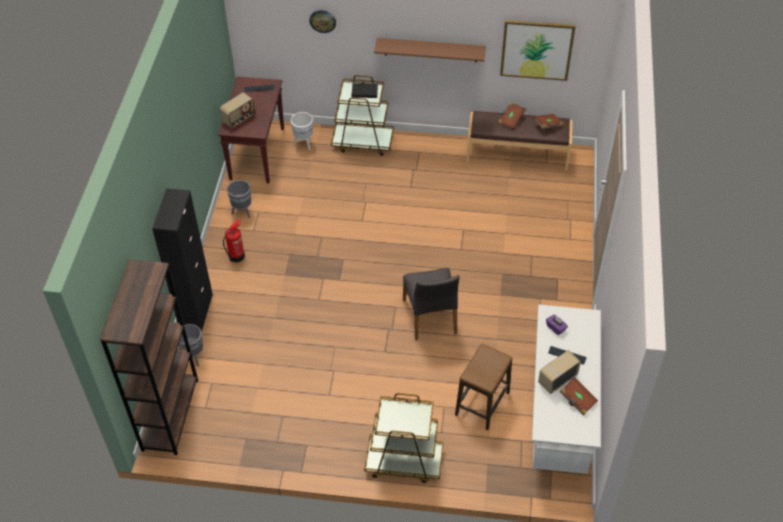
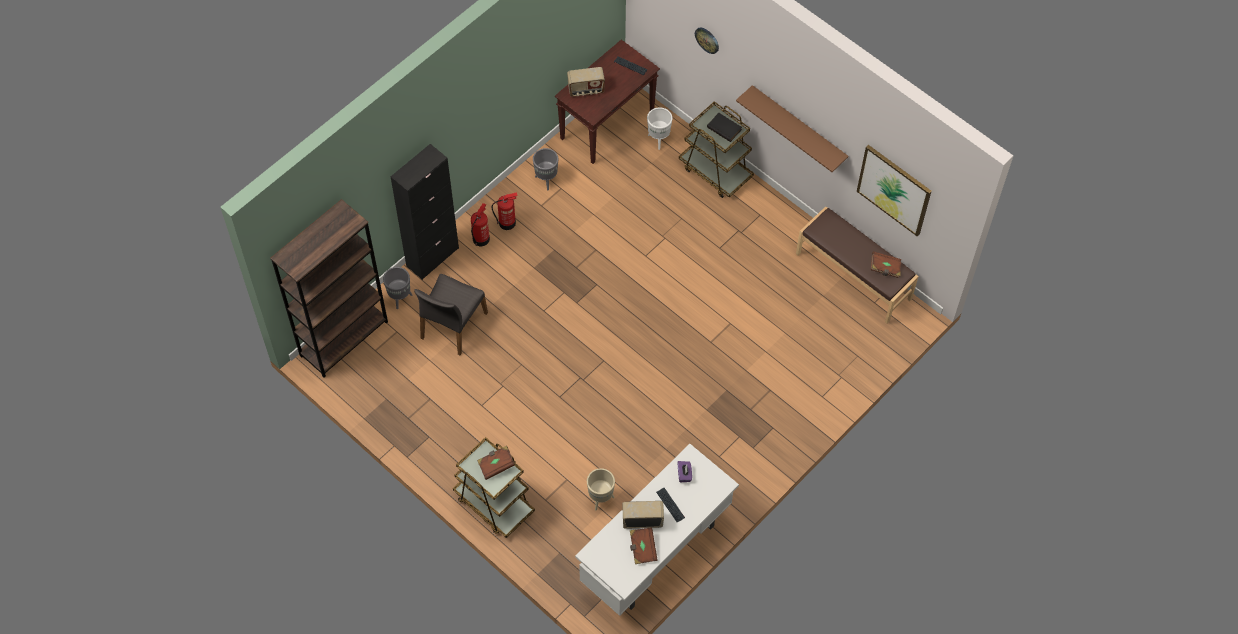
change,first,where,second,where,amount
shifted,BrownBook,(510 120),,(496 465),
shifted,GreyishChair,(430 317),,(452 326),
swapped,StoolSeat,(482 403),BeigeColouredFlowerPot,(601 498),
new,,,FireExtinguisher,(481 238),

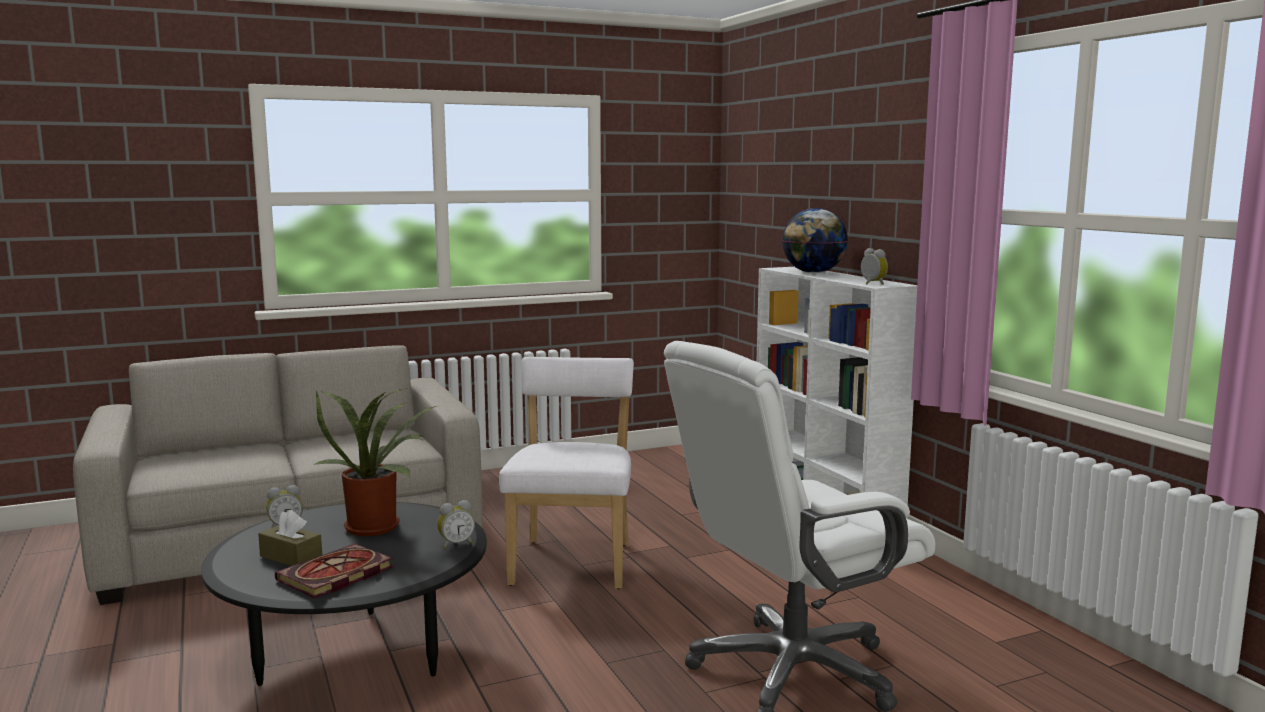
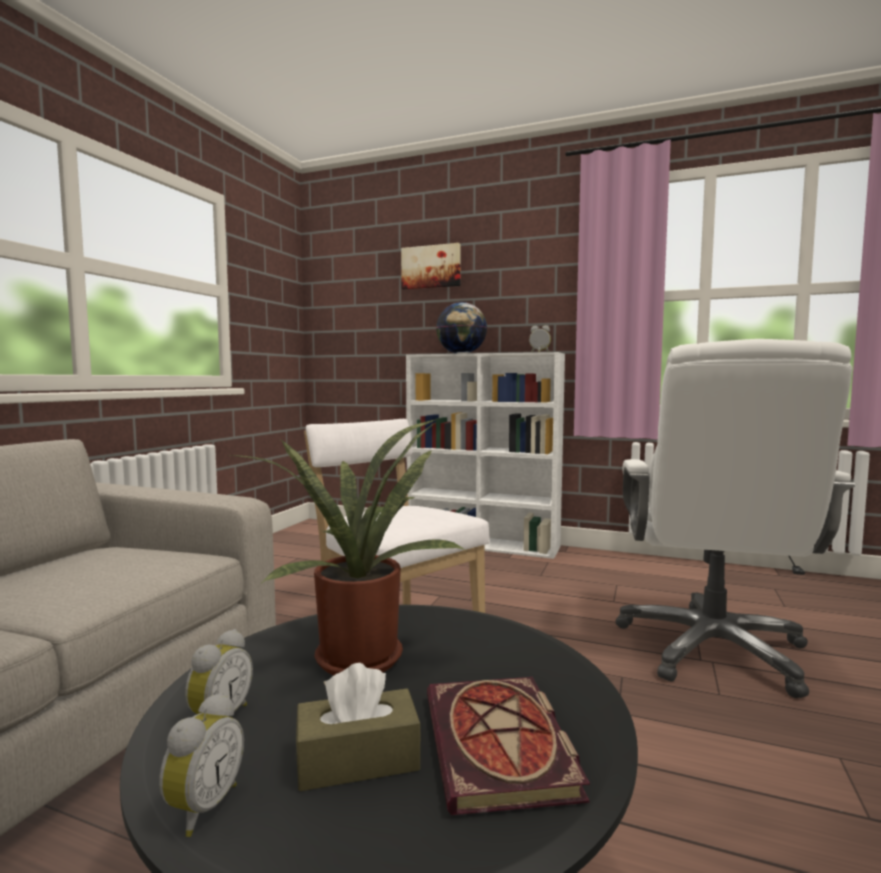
change,first,where,second,where,amount
shifted,TableClock,(456 544),,(201 807),
new,,,WallPicture,(431 267),

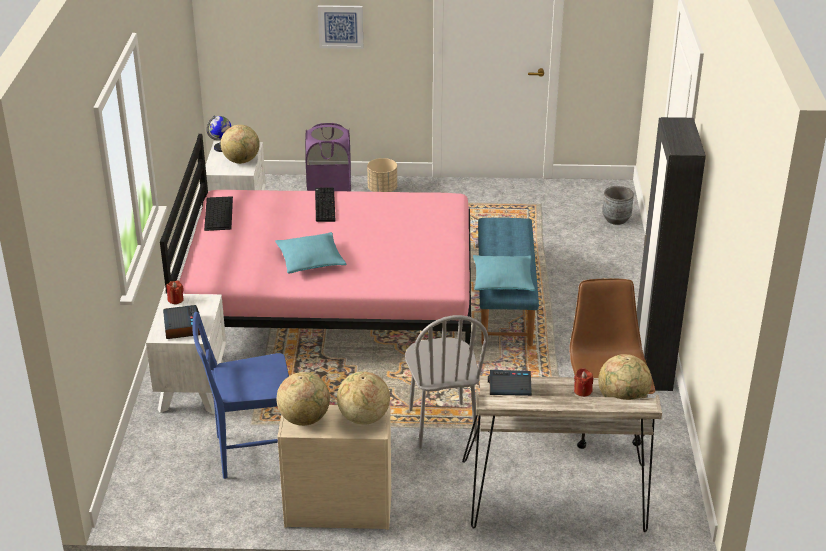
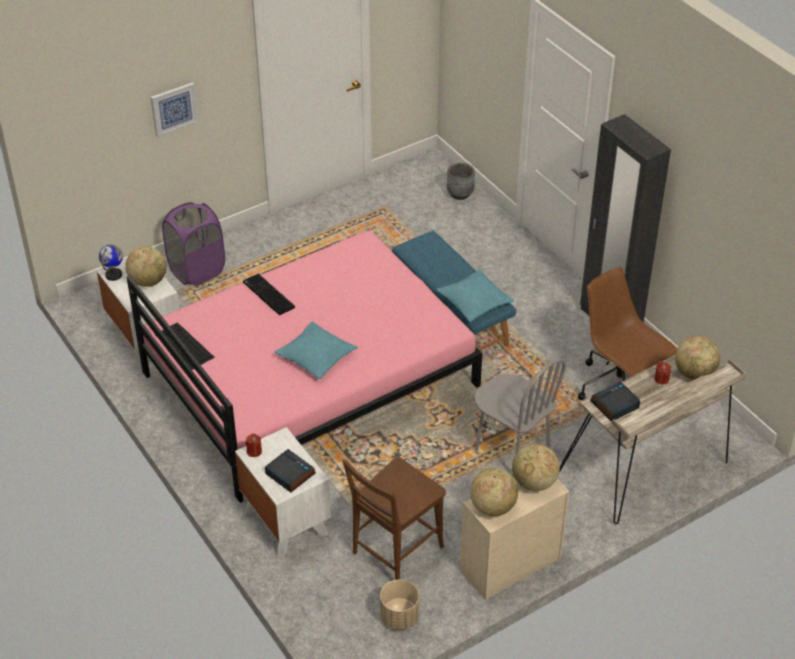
change,first,where,second,where,amount
shifted,BeigeColouredFlowerPot,(382 190),,(399 617),
repainted,BlueChair,(250 452),BrownChair,(394 552),

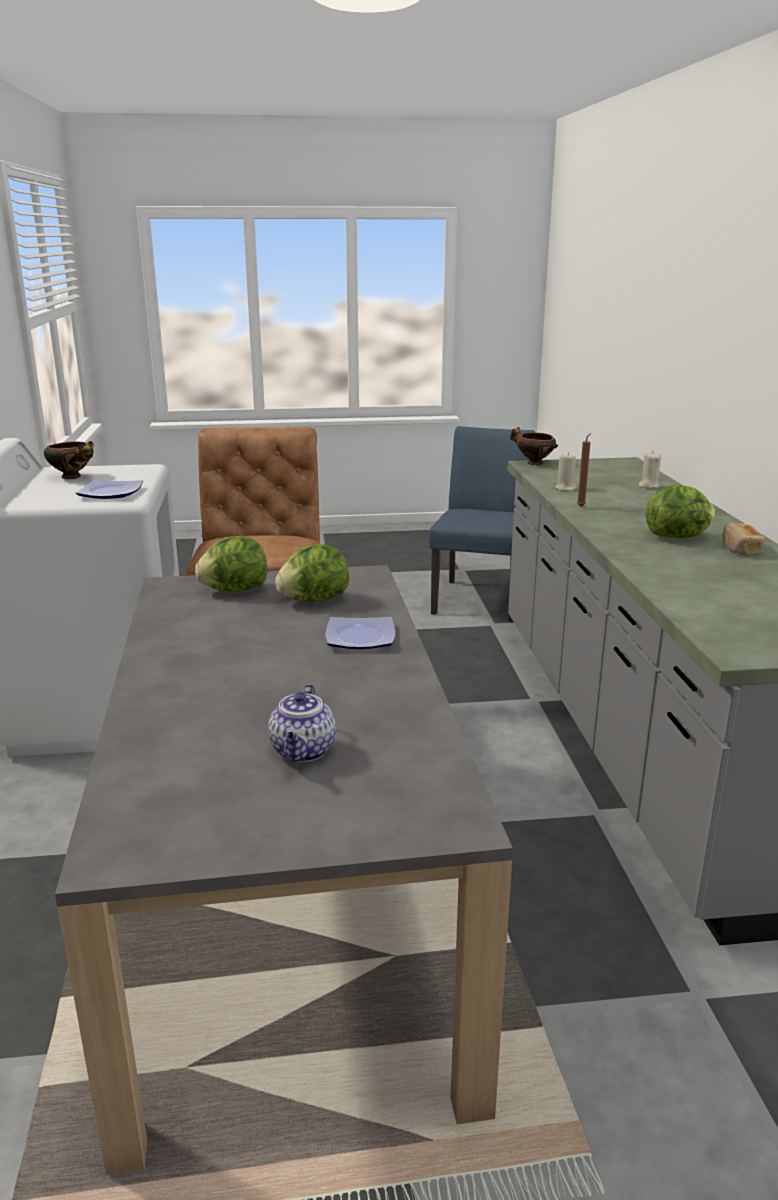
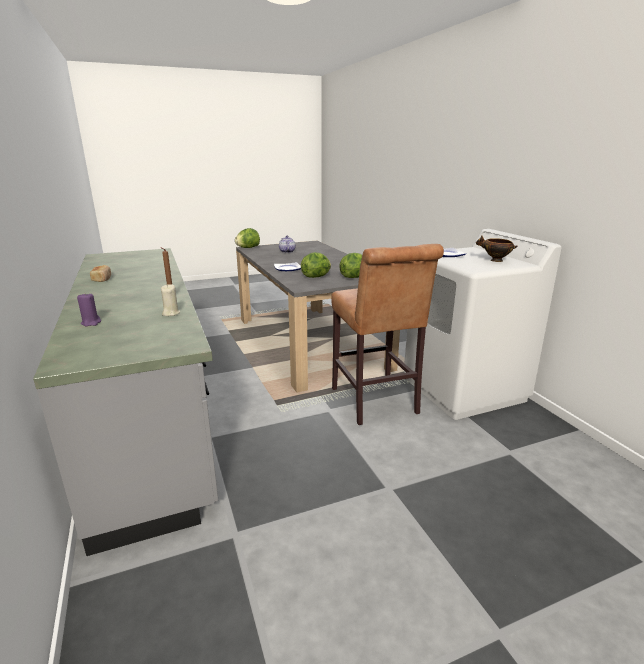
change,first,where,second,where,amount
gone,BlueChair,(481 597),,,
gone,DeepDish,(533 463),,,
repainted,BeigeColouredCandle,(648 486),PurplishCandle,(91 323),
shifted,HeadOfLettuce,(678 537),,(248 248),

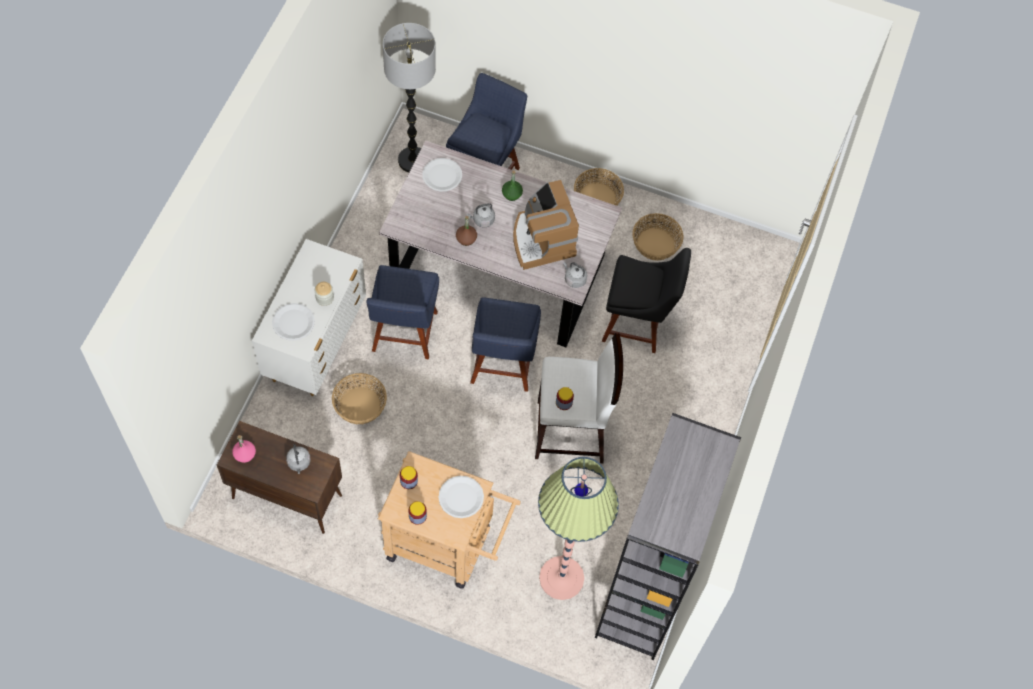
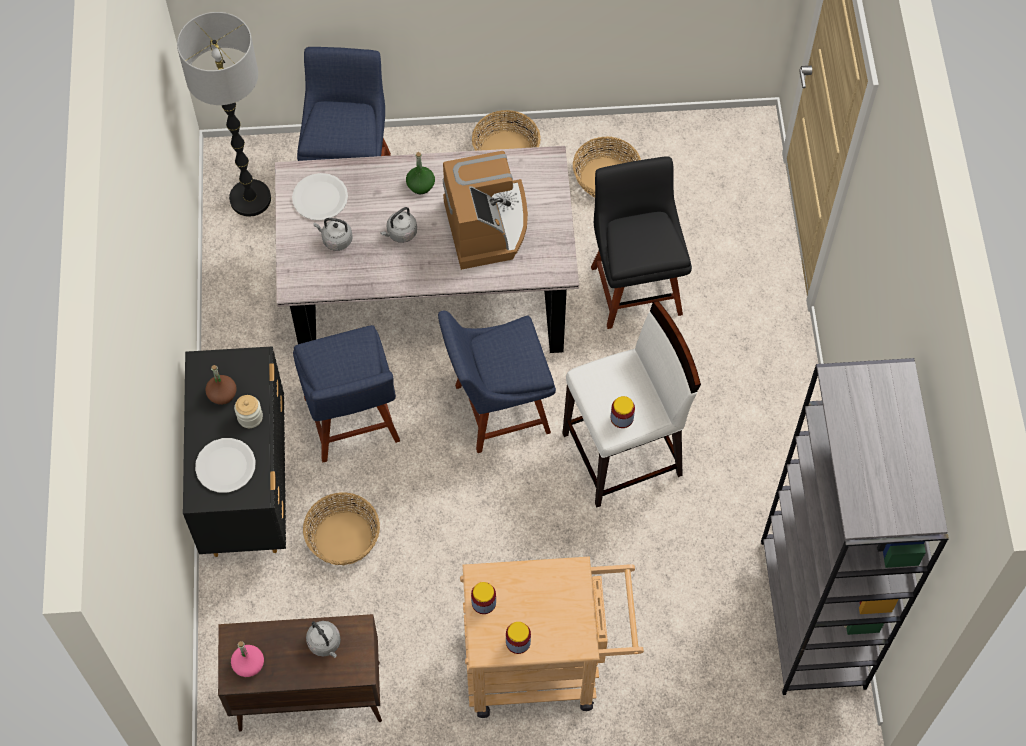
change,first,where,second,where,amount
rotated,CoffeeMachine,(541 239),,(487 226),150 degrees counterclockwise
shifted,BrownDrinkBottle,(466 239),,(222 394),
repainted,WhiteChestOfDrawers,(316 345),BlackColouredChestOfDrawers,(247 485),
rotated,BlackColouredChair,(637 324),,(635 285),90 degrees counterclockwise
shifted,GreyishKettle,(574 279),,(335 240),
rotated,BlueChair,(502 366),,(497 410),90 degrees clockwise
gone,StandardLamp,(561 578),,,
gone,WhiteFlatDish,(461 497),,,

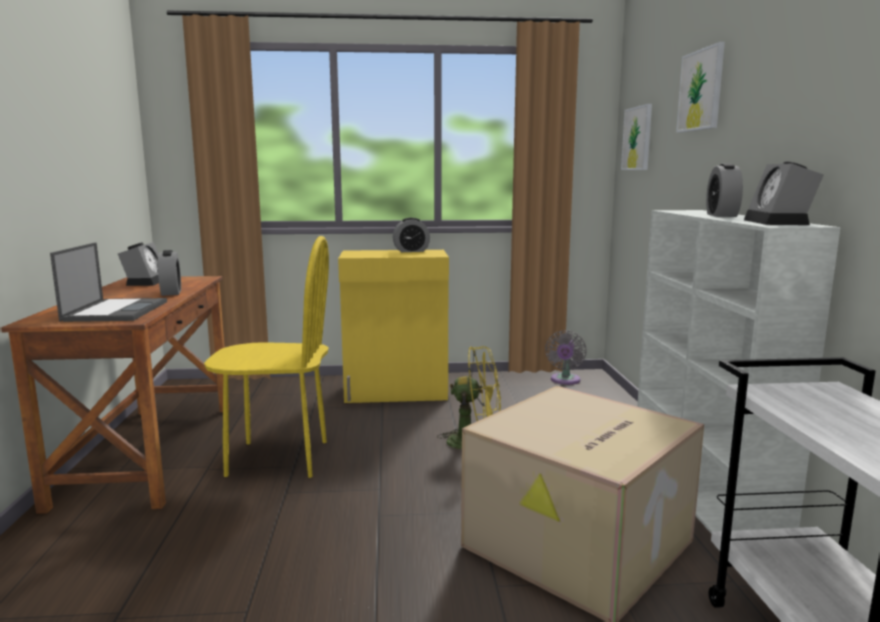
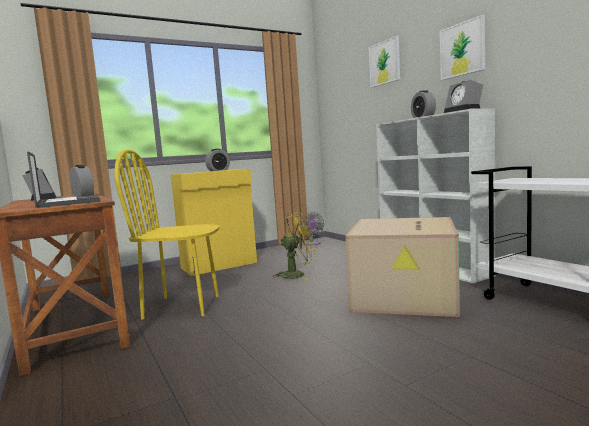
change,first,where,second,where,amount
shifted,WallPicture,(637 138),,(462 49),
rotated,YellowColouredChair,(278 458),,(182 306),150 degrees counterclockwise

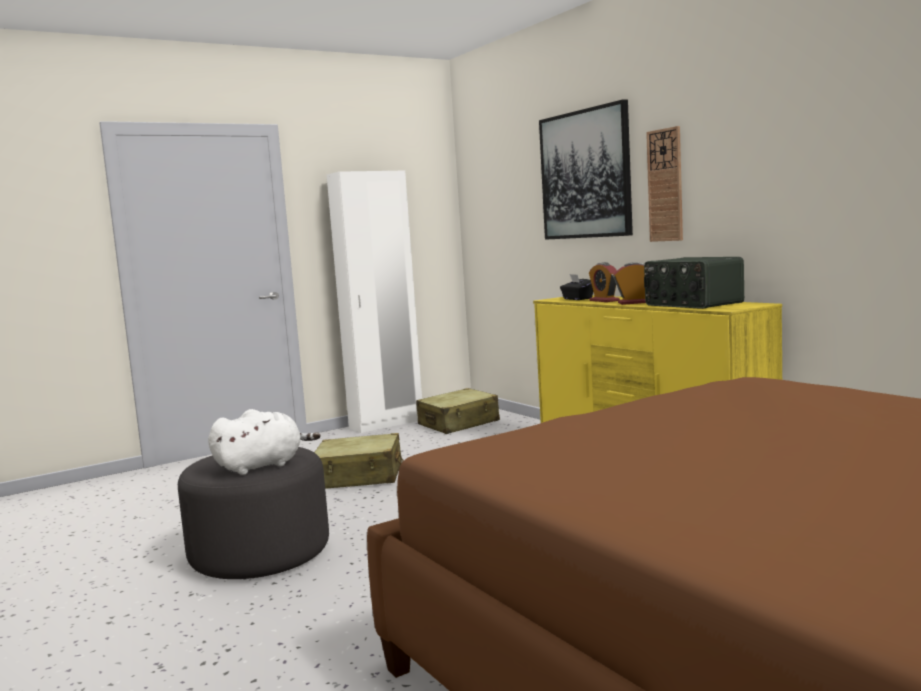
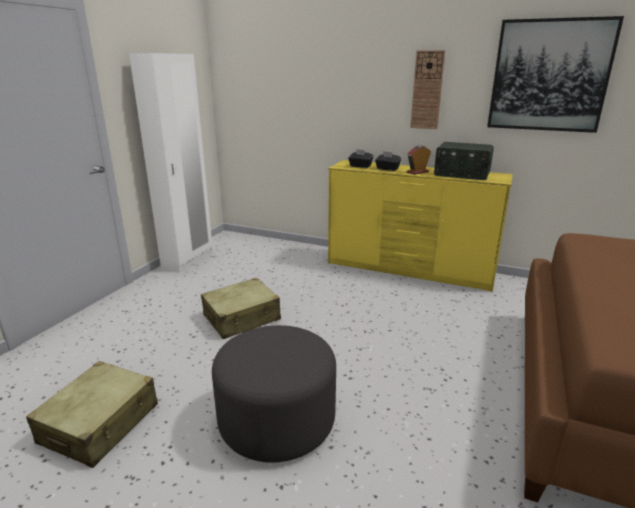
change,first,where,second,where,amount
shifted,WallPicture,(585 174),,(549 76),
swapped,TableClock,(604 300),BlackColouredTissueBox,(387 169),
shifted,BeigeColouredTravelCase,(459 423),,(100 424),
gone,WhiteCuddlyToy,(262 466),,,

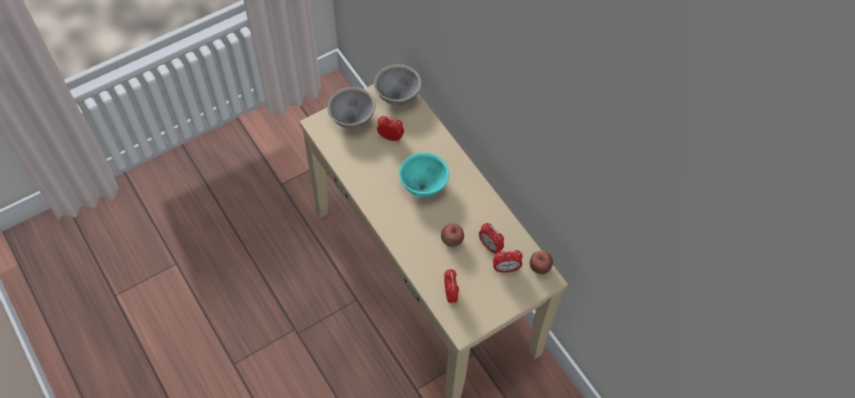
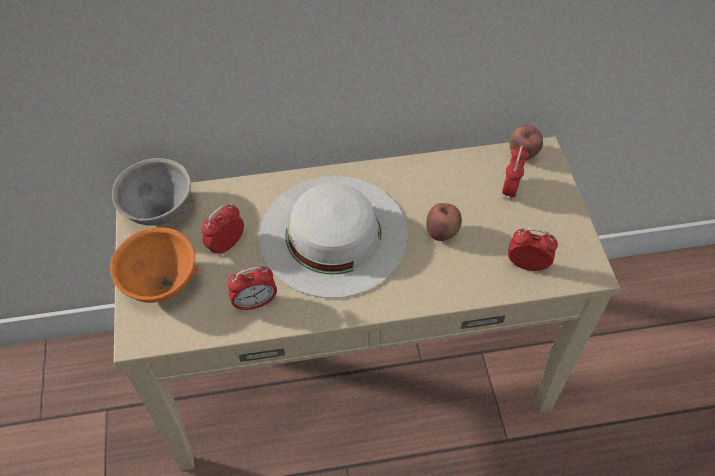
change,first,where,second,where,amount
repainted,GreyishDeepDish,(352 119),OrangeColouredDeepDish,(161 284),
swapped,BlueGreenDeepDish,(423 185),WhiteHat,(333 234),
shifted,TableClock,(490 246),,(255 303),

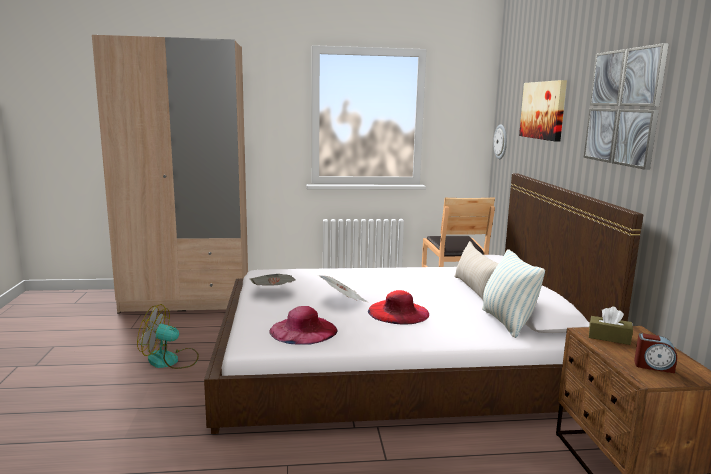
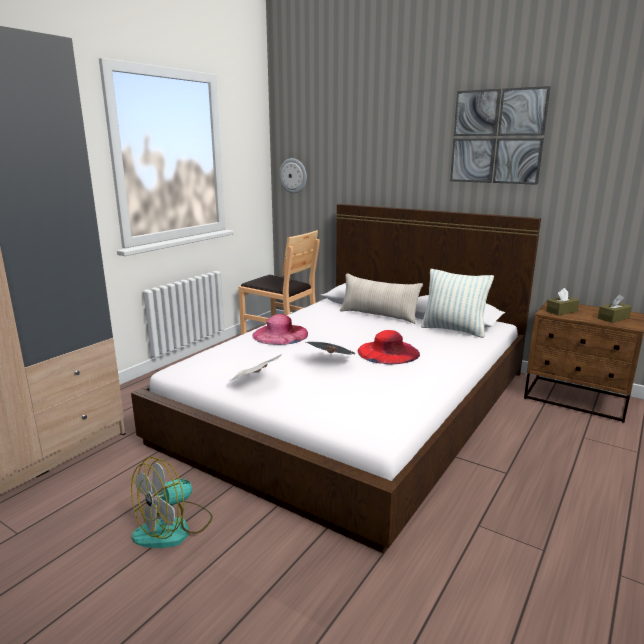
change,first,where,second,where,amount
gone,WallPicture,(543 110),,,
shifted,PinkishHat,(303 330),,(280 334),
swapped,TableClock,(653 366),BrownTissueBox,(613 318),

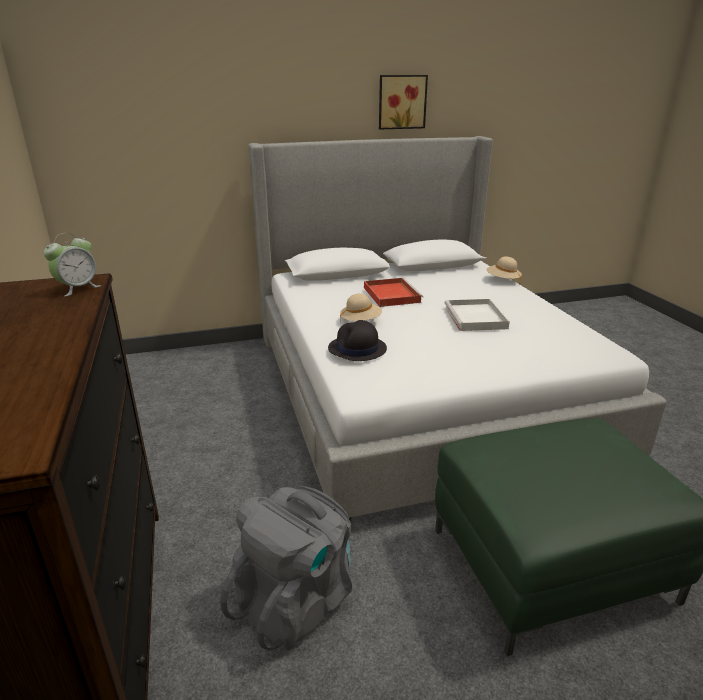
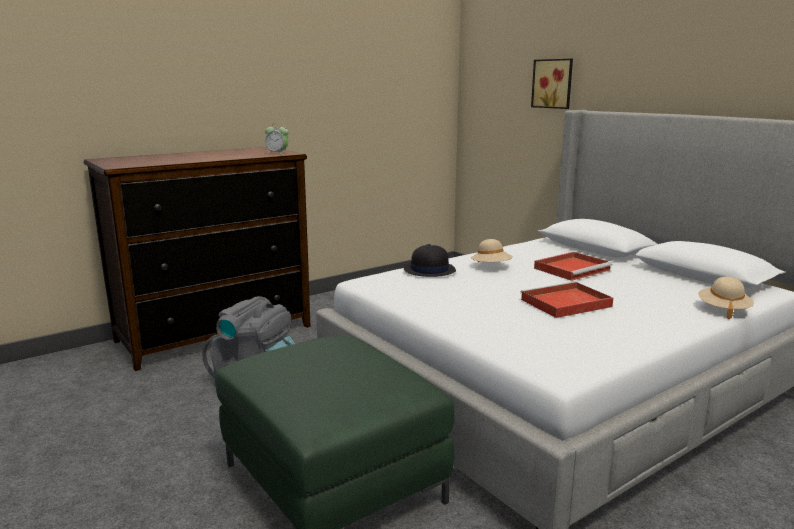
change,first,where,second,where,amount
shifted,WallPicture,(401 102),,(553 83),
repainted,WhiteCarryingTray,(476 318),RedCarryingTray,(564 303),

